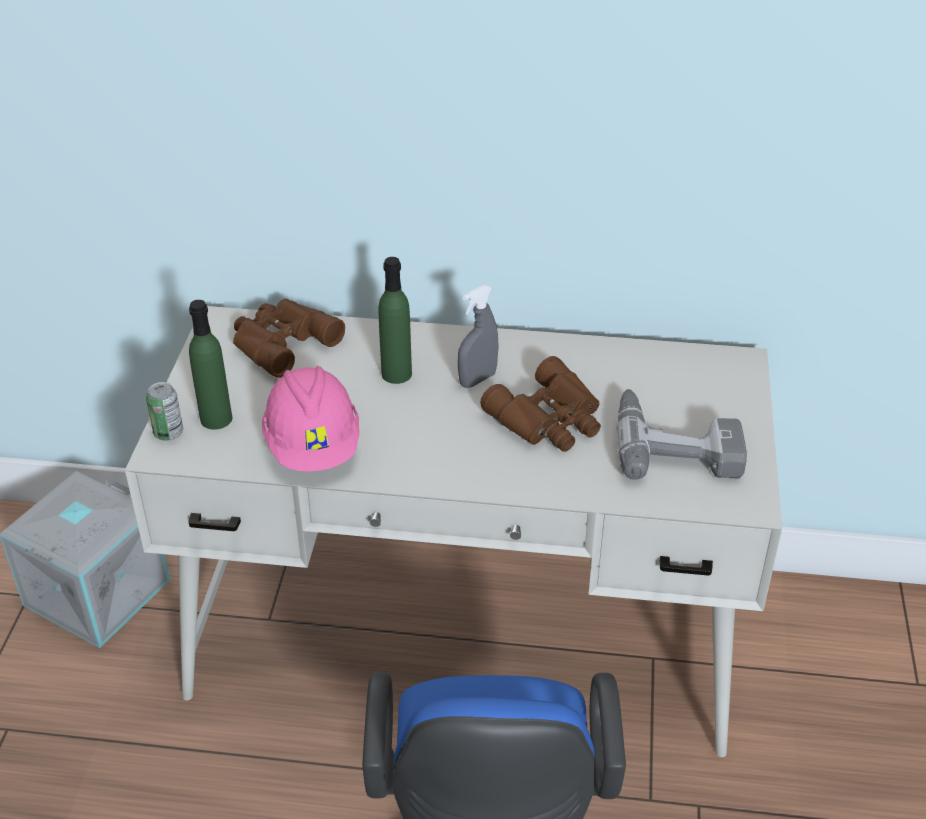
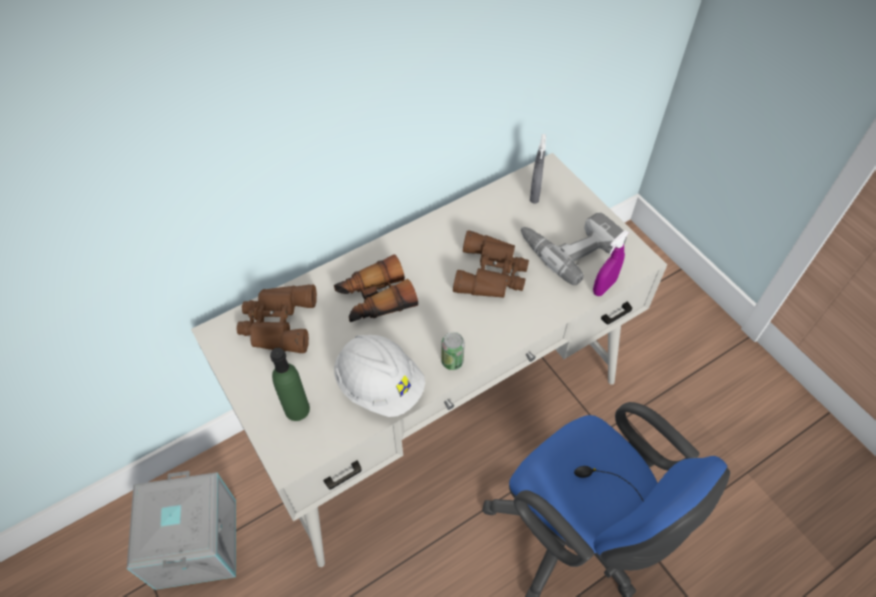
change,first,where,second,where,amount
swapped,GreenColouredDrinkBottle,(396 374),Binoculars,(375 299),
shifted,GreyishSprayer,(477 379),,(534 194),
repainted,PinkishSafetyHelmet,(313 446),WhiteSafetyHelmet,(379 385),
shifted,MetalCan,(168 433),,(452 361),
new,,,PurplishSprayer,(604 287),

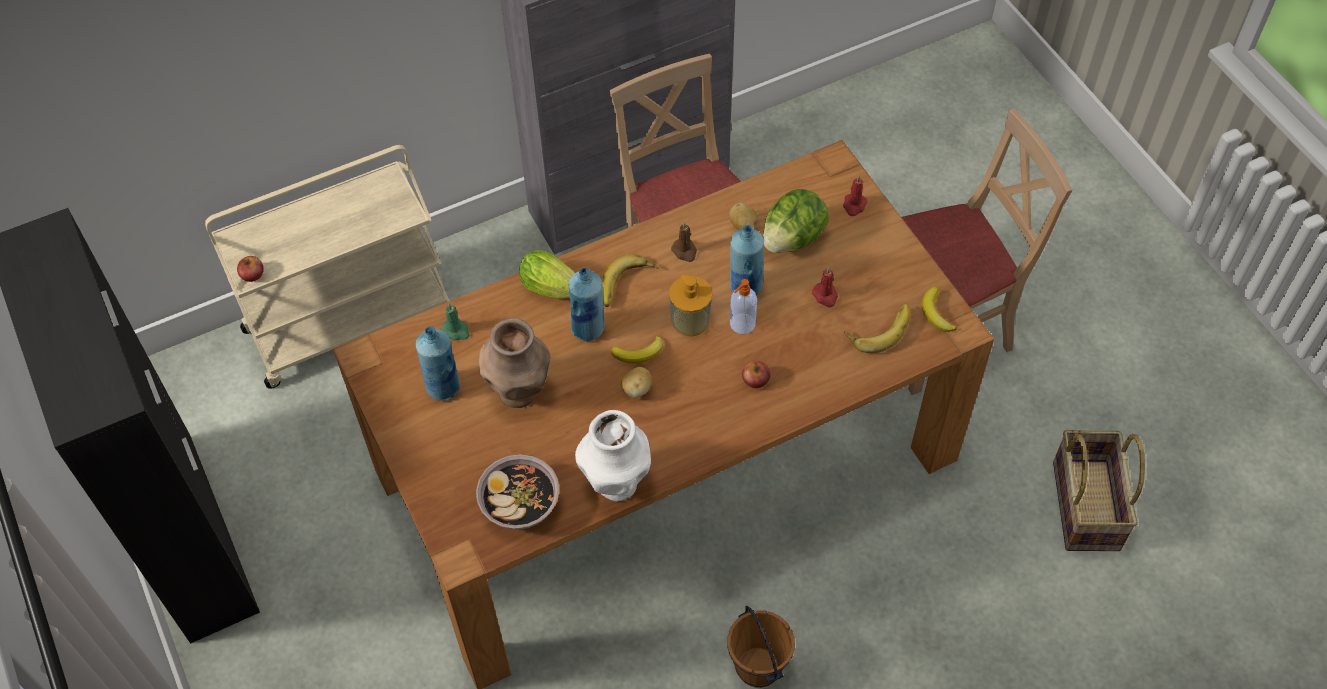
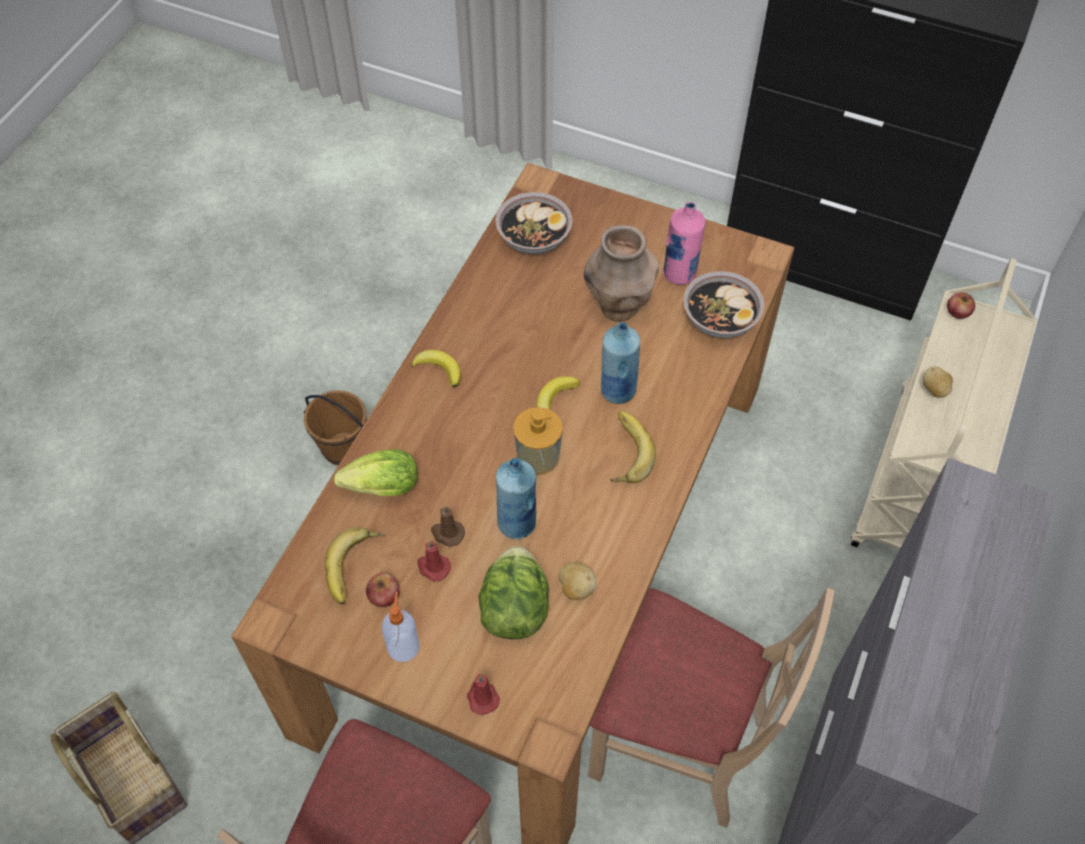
change,first,where,second,where,amount
shifted,BrownCandle,(685 251),,(447 533),
shifted,HeadOfLettuce,(554 289),,(378 488),
shifted,SoapBottle,(741 324),,(403 646),
shifted,Banana,(936 313),,(439 369),
swapped,GreenColouredCandle,(456 331),DeepDish,(720 319),
repainted,BlueDrinkBottle,(443 387),PinkishDrinkBottle,(679 274),
shifted,Apple,(755 380),,(384 595),
shifted,Potato,(636 389),,(934 390),
gone,WhiteFlowerVase,(616 483),,,

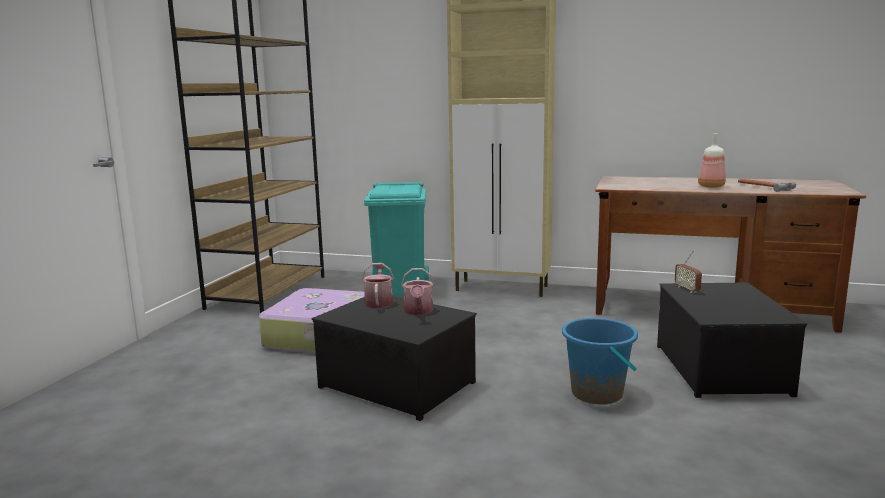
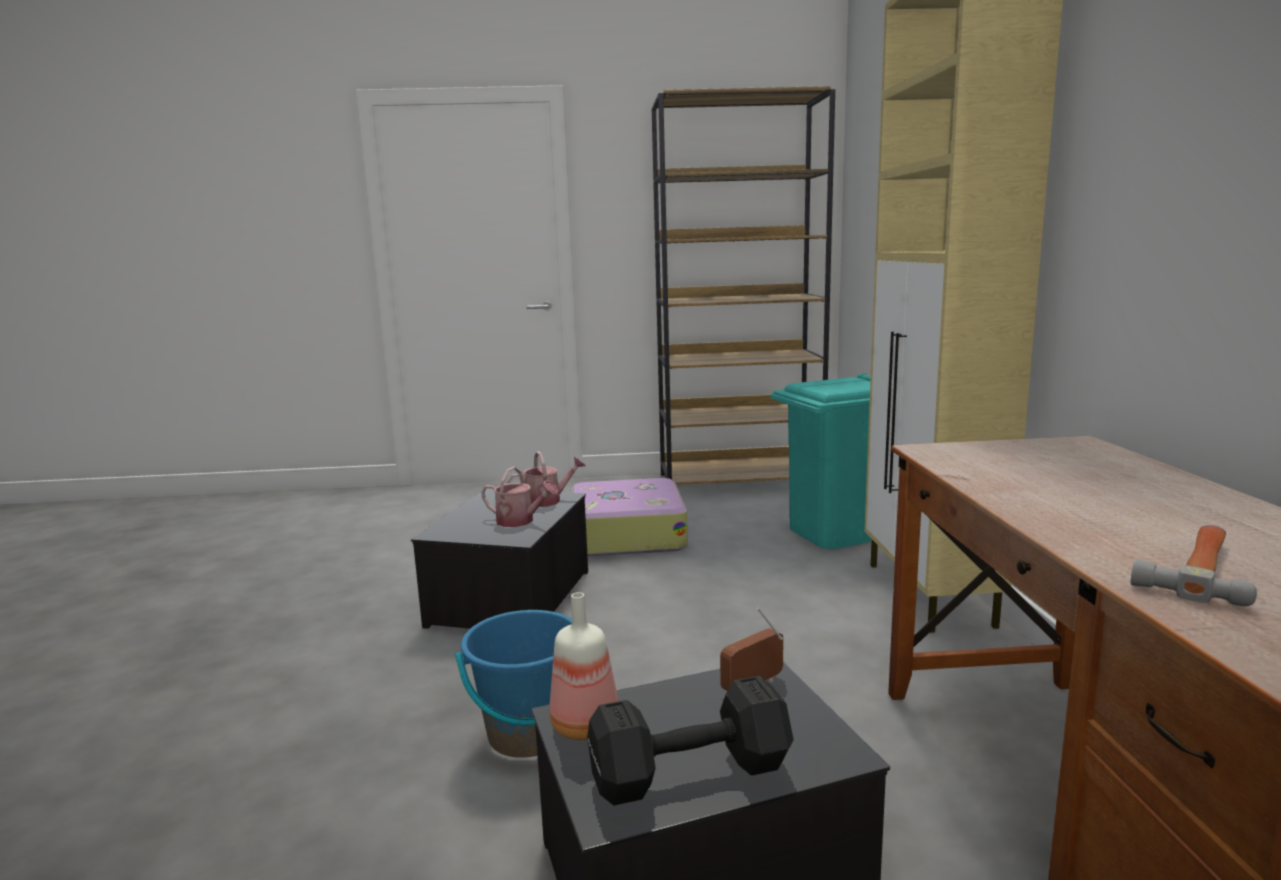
change,first,where,second,where,amount
shifted,DrinkBottle,(710 186),,(586 725),
rotated,WateringPot,(418 311),,(520 521),135 degrees counterclockwise
new,,,BlackColouredHandWeight,(694 773),

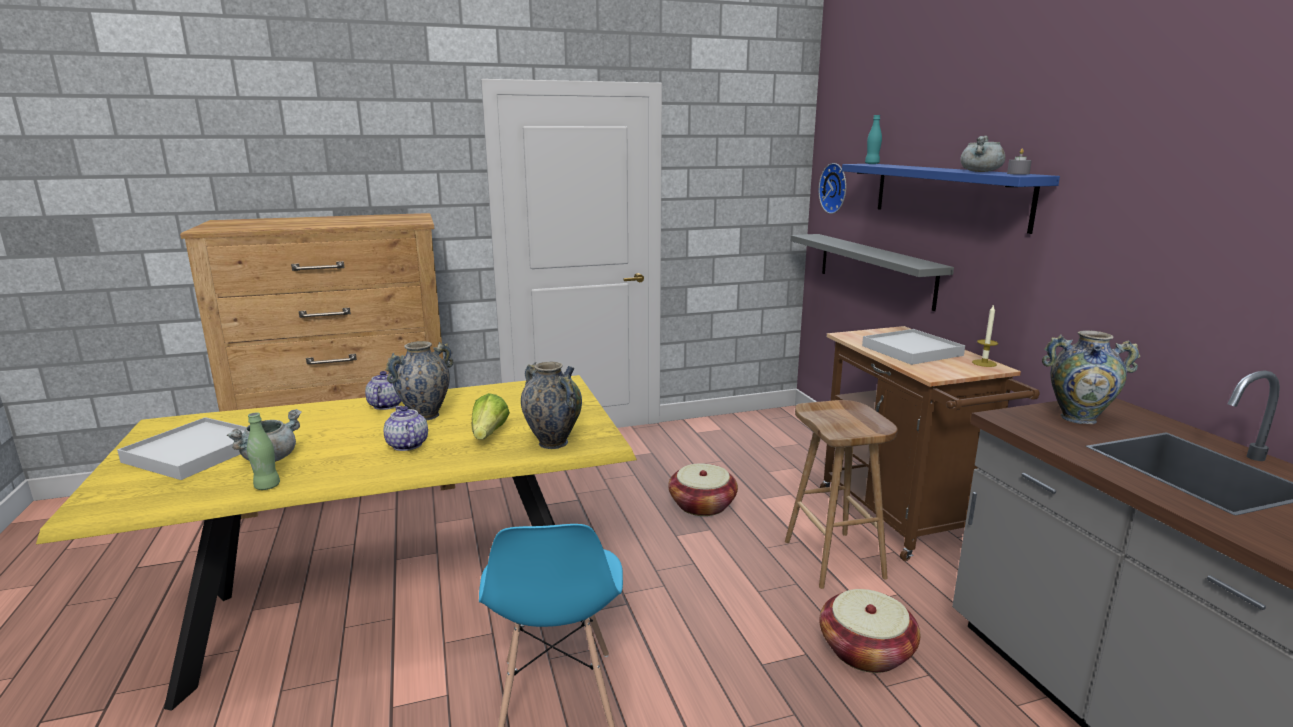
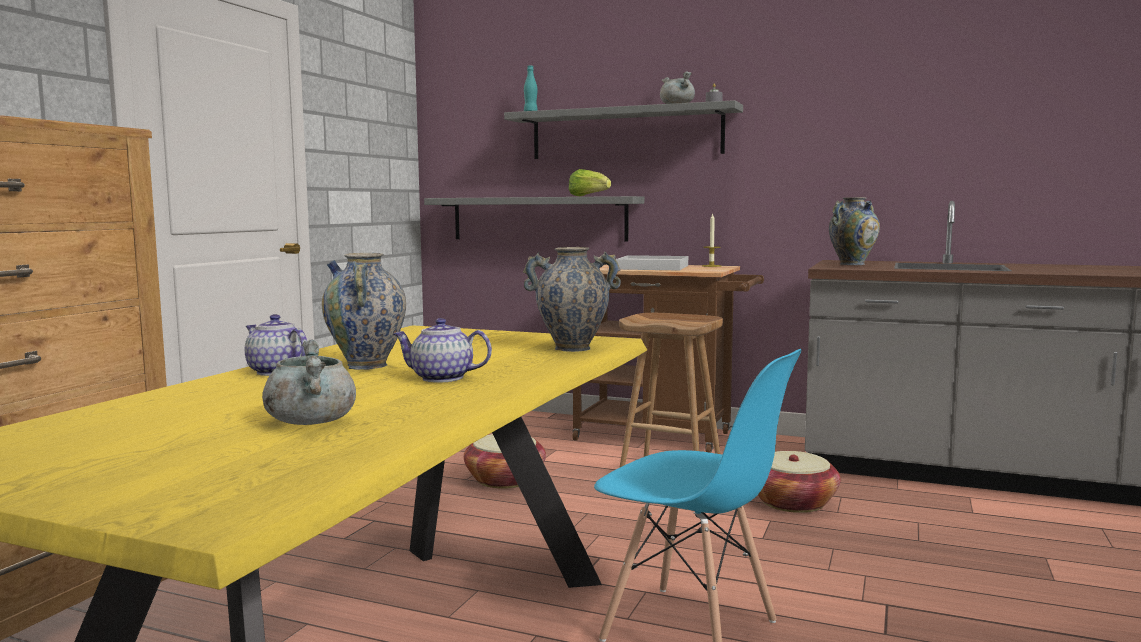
change,first,where,second,where,amount
gone,HangingClock,(835 188),,,
repainted,BlueWallShelf,(948 194),GreyishWallShelf,(625 133),
shifted,HeadOfLettuce,(489 434),,(588 196),
gone,GreenColouredDrinkBottle,(267 486),,,
gone,WhiteCarryingTray,(194 452),,,

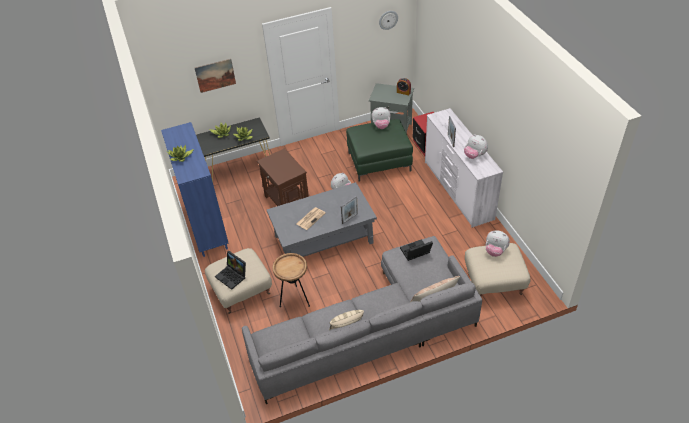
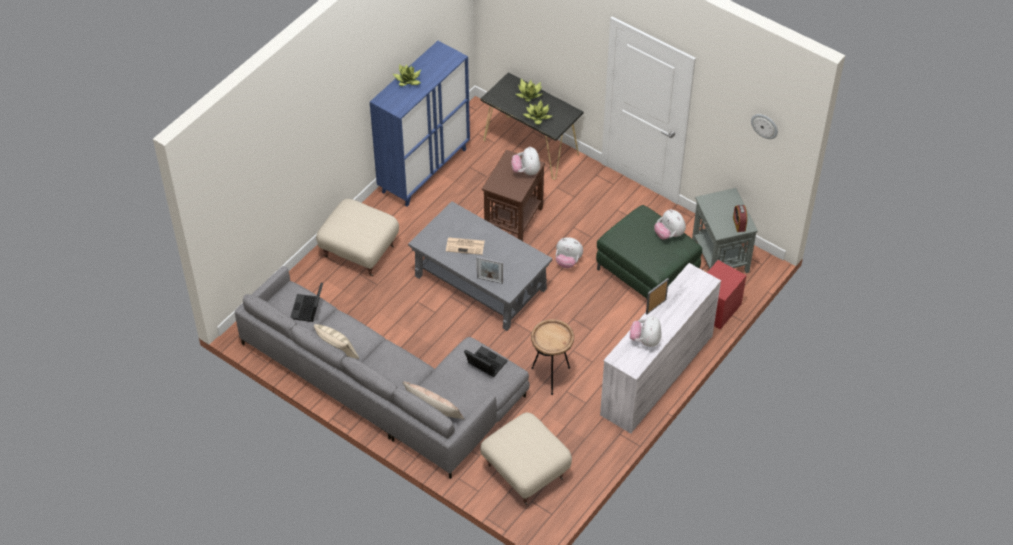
change,first,where,second,where,amount
gone,WallPicture,(215 75),,,
shifted,CuddlyToy,(495 251),,(526 171),
shifted,Laptop,(233 276),,(308 309),
shifted,BrownEndTable,(295 299),,(551 376),

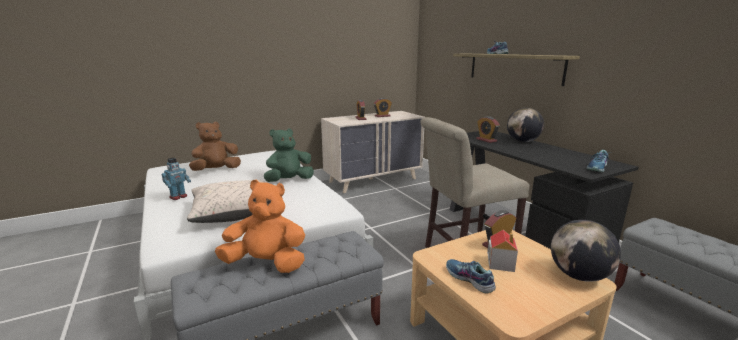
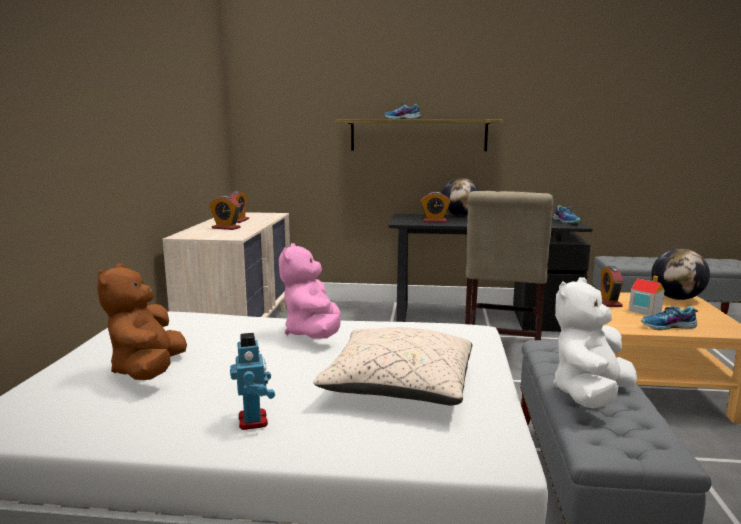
change,first,where,second,where,amount
repainted,GreenColouredCuddlyToy,(289 181),PinkishCuddlyToy,(314 334),
repainted,OrangeColouredCuddlyToy,(266 264),WhiteCuddlyToy,(590 396),

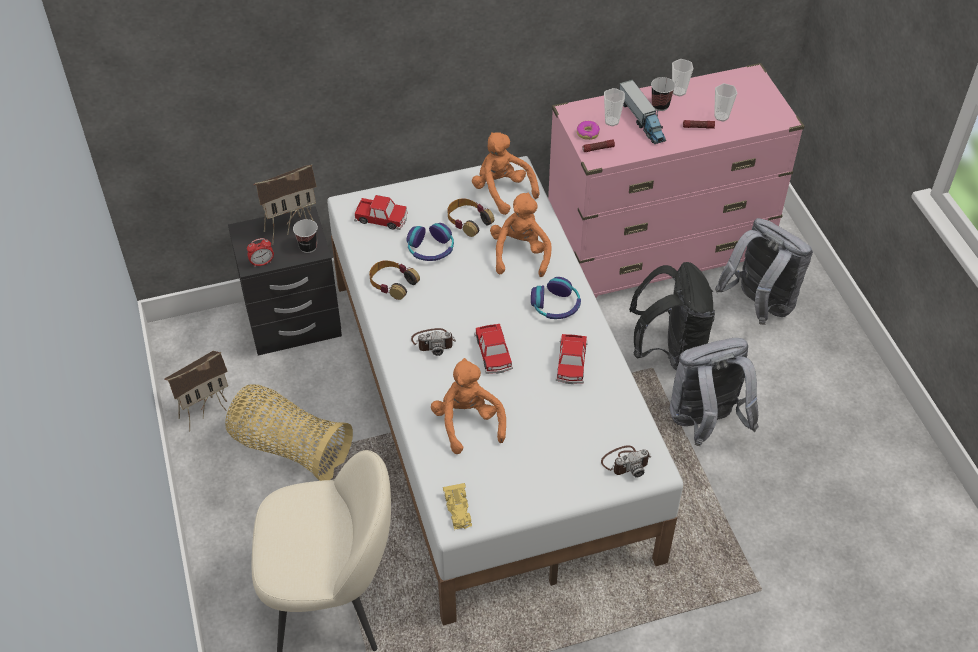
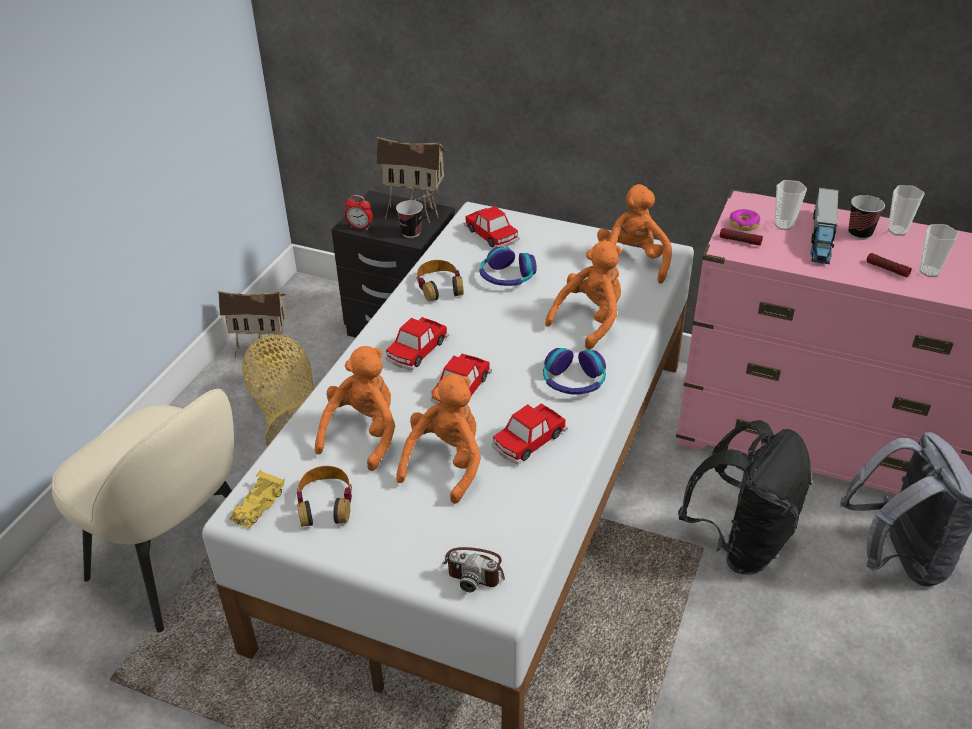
change,first,where,second,where,amount
shifted,Headset,(468 221),,(325 503),
swapped,StillCamera,(433 342),MiniatureCar,(417 350),
gone,GreyishKnapsack,(705 423),,,
new,,,OrangeColouredCuddlyToy,(446 463),

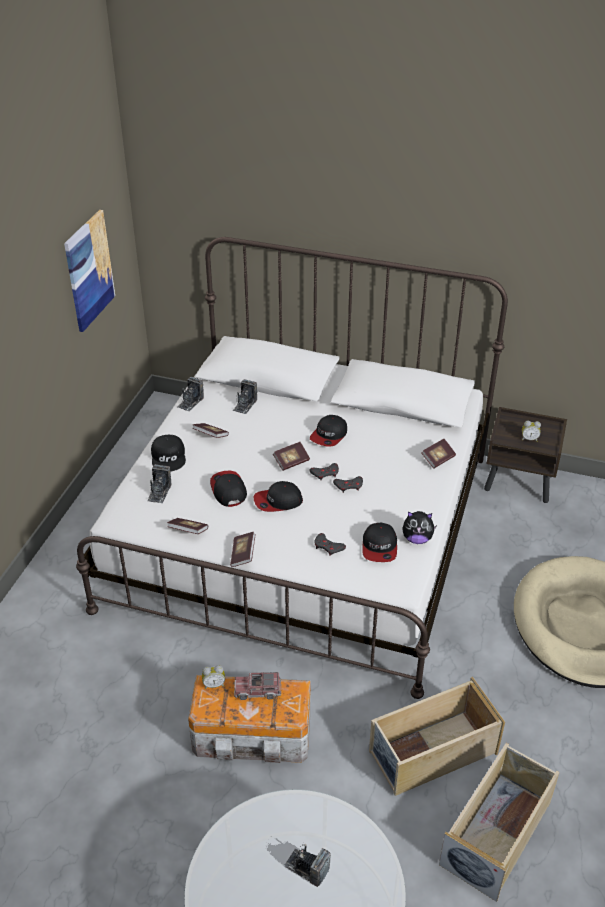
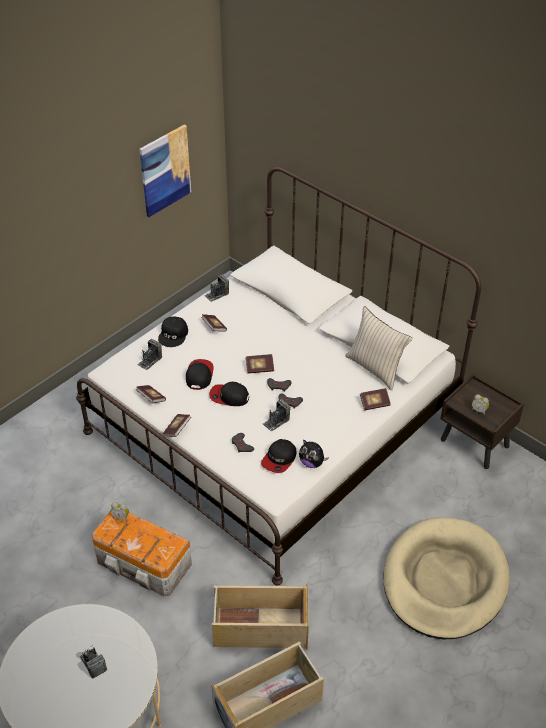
change,first,where,second,where,amount
shifted,StillCamera,(245 405),,(276 421),
gone,BaseballCap,(329 435),,,
gone,ModelTruck,(257 690),,,
new,,,BeigeColouredThrowPillow,(375 368),

